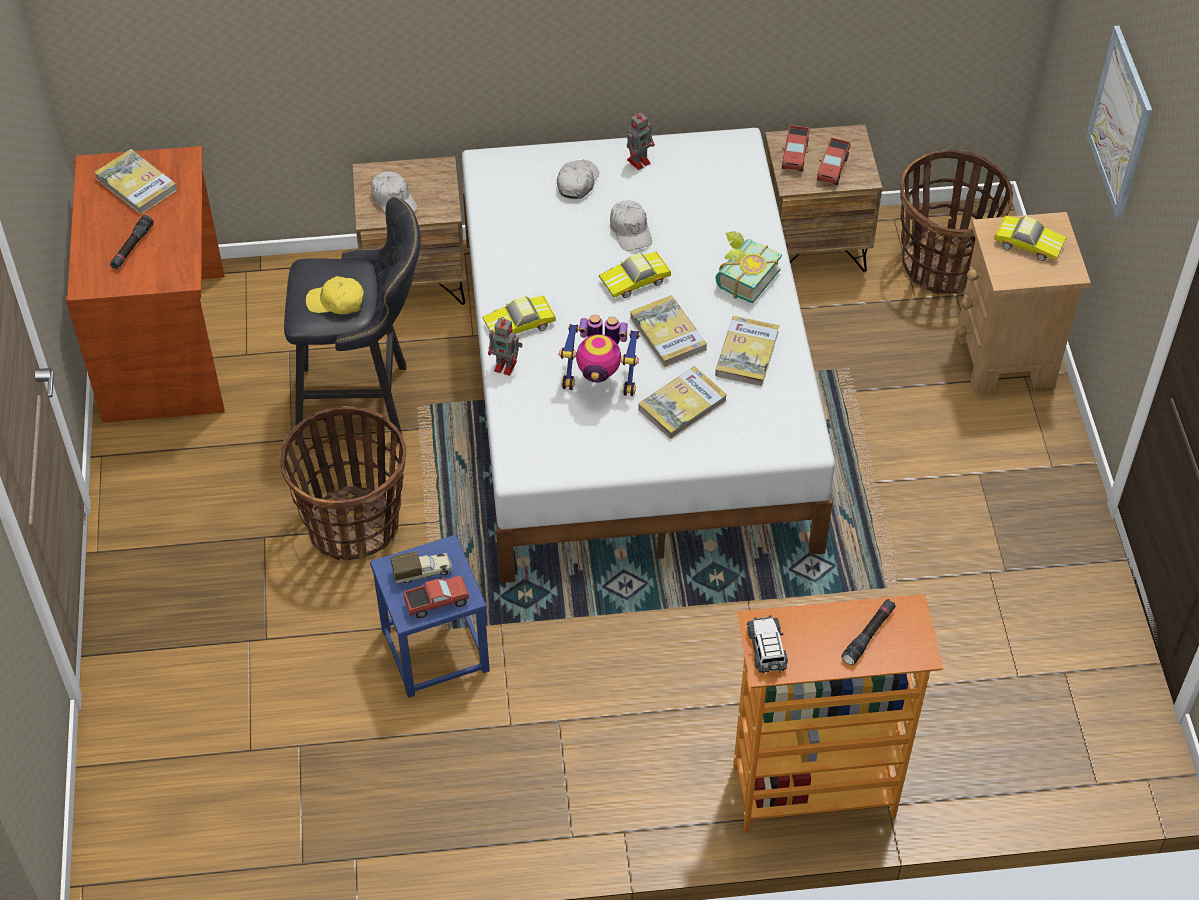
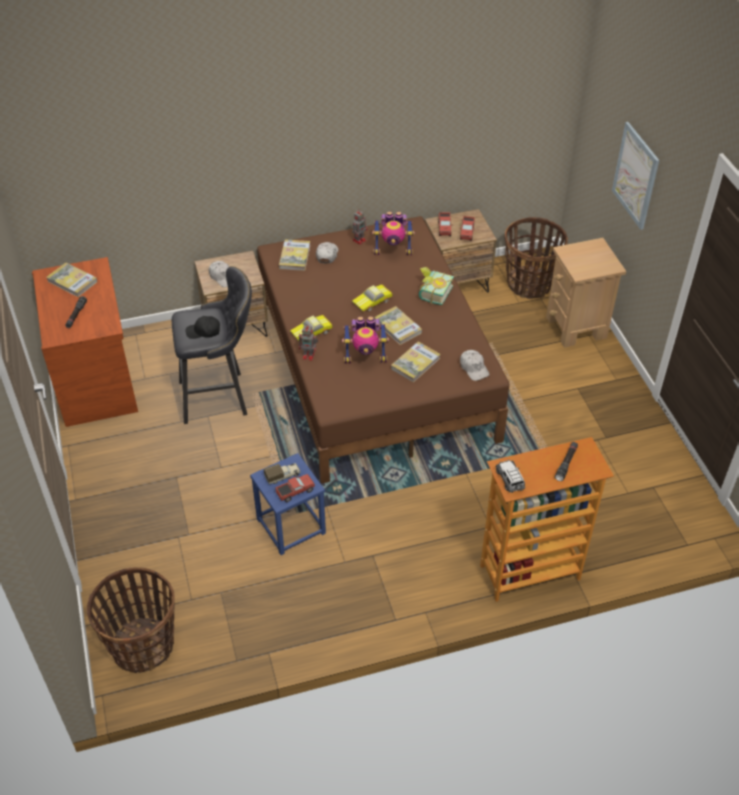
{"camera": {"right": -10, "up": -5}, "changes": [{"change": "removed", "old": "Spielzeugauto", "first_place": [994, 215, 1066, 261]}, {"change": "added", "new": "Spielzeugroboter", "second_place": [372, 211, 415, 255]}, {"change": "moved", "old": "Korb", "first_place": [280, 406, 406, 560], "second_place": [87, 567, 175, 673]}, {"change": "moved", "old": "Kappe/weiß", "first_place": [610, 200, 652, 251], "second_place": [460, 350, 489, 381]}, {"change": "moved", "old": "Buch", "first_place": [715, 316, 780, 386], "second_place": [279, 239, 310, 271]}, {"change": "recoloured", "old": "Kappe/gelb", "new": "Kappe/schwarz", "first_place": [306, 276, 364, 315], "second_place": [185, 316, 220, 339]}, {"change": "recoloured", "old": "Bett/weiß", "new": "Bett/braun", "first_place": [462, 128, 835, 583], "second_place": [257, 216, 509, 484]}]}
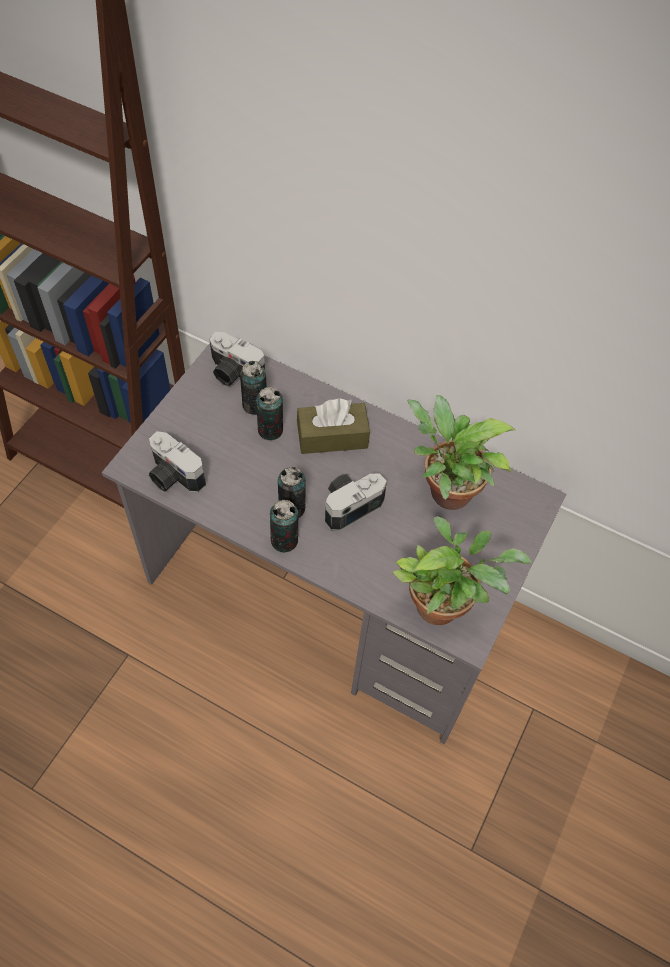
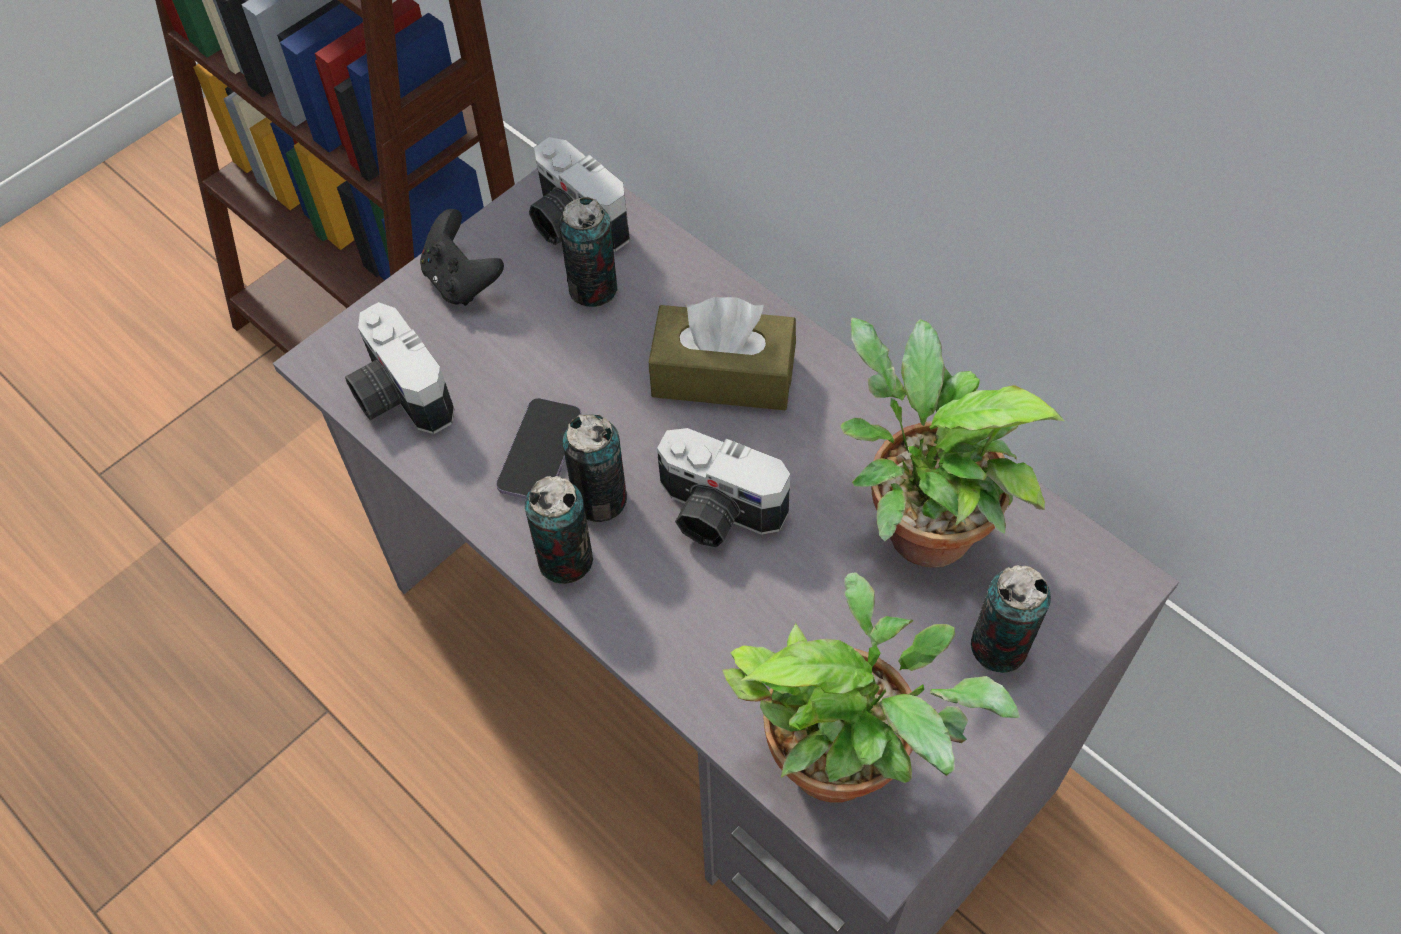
{"camera": {"right": 20, "up": 0}, "changes": [{"change": "added", "new": "Gamepad/schwarz", "second_place": [420, 209, 504, 306]}, {"change": "added", "new": "Handy", "second_place": [496, 398, 582, 499]}, {"change": "moved", "old": "Dose", "first_place": [256, 387, 283, 440], "second_place": [971, 565, 1051, 673]}, {"change": "turned", "old": "Kamera", "first_place": [325, 474, 387, 531], "second_place": [657, 428, 790, 547], "degrees": -135}]}
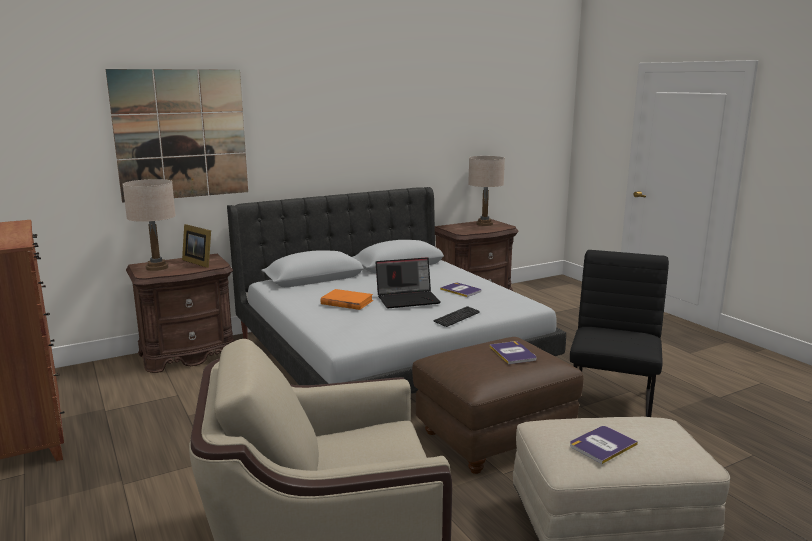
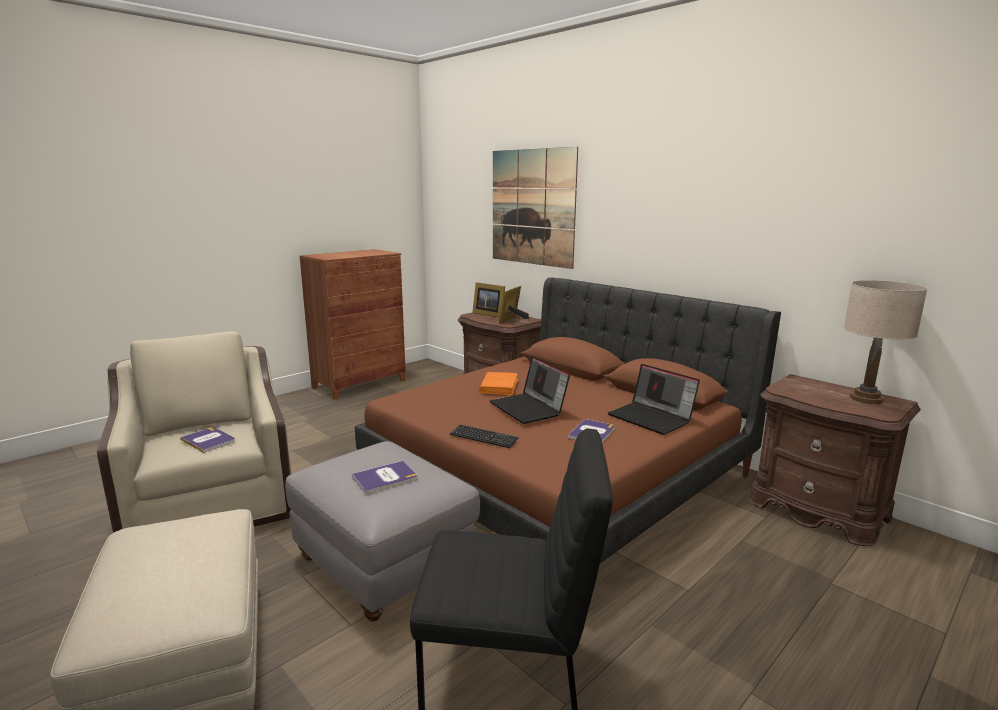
{"camera": {"right": 75, "up": 0}, "changes": [{"change": "added", "new": "Laptop", "second_place": [608, 364, 700, 435]}, {"change": "moved", "old": "Buch", "first_place": [570, 426, 638, 464], "second_place": [180, 427, 235, 453]}, {"change": "replaced", "old": "Tischlampe/beige", "new": "Bilderrahmen", "first_place": [122, 179, 176, 271], "second_place": [472, 282, 505, 318]}, {"change": "recoloured", "old": "Bett/grau", "new": "Bett/braun", "first_place": [227, 187, 566, 394], "second_place": [355, 277, 781, 563]}, {"change": "recoloured", "old": "Polsterhocker/braun", "new": "Polsterhocker/grau", "first_place": [412, 337, 584, 474], "second_place": [285, 441, 480, 621]}]}
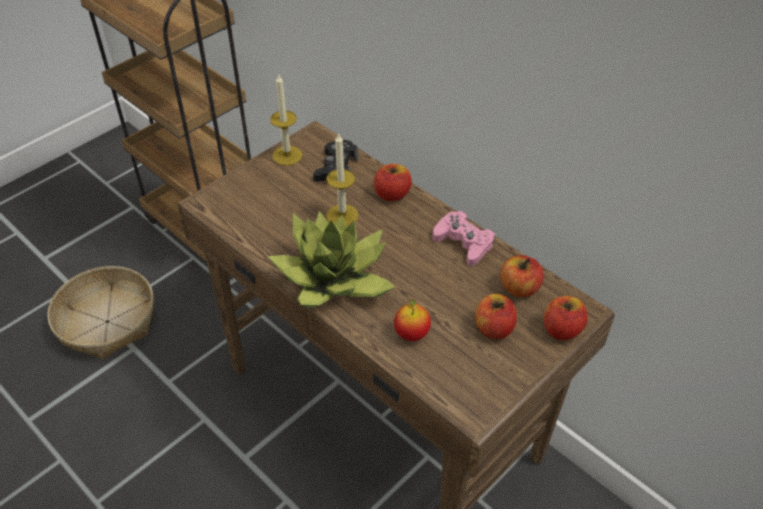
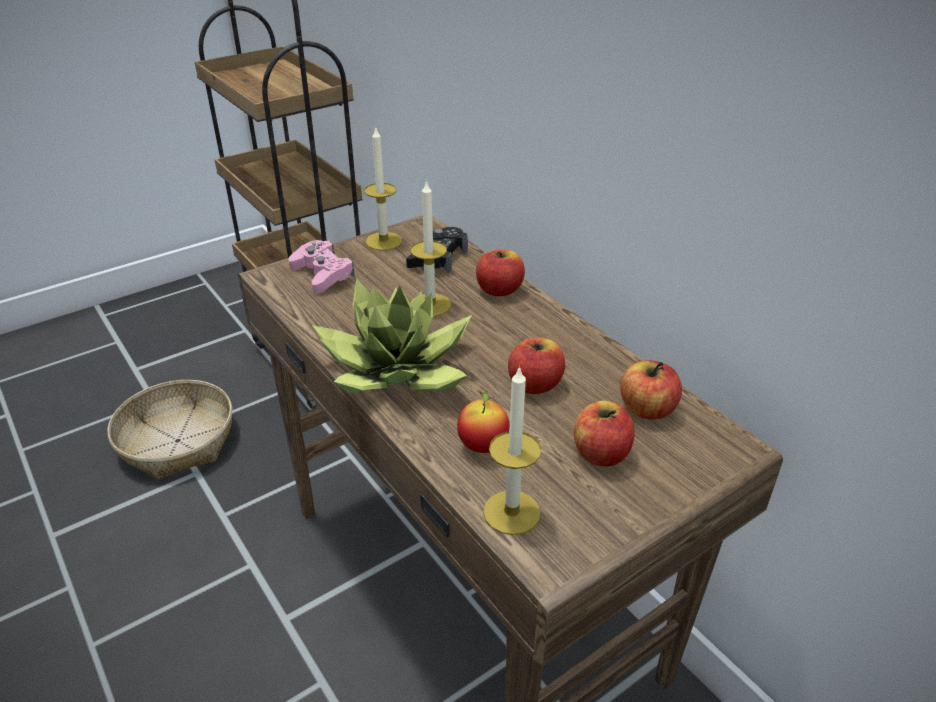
{"camera": {"right": 10, "up": -10}, "changes": [{"change": "added", "new": "Kerze", "second_place": [483, 365, 541, 535]}, {"change": "moved", "old": "Gamepad/rosa", "first_place": [432, 211, 495, 266], "second_place": [289, 240, 355, 294]}, {"change": "moved", "old": "Apfel", "first_place": [544, 296, 588, 340], "second_place": [508, 338, 565, 394]}]}
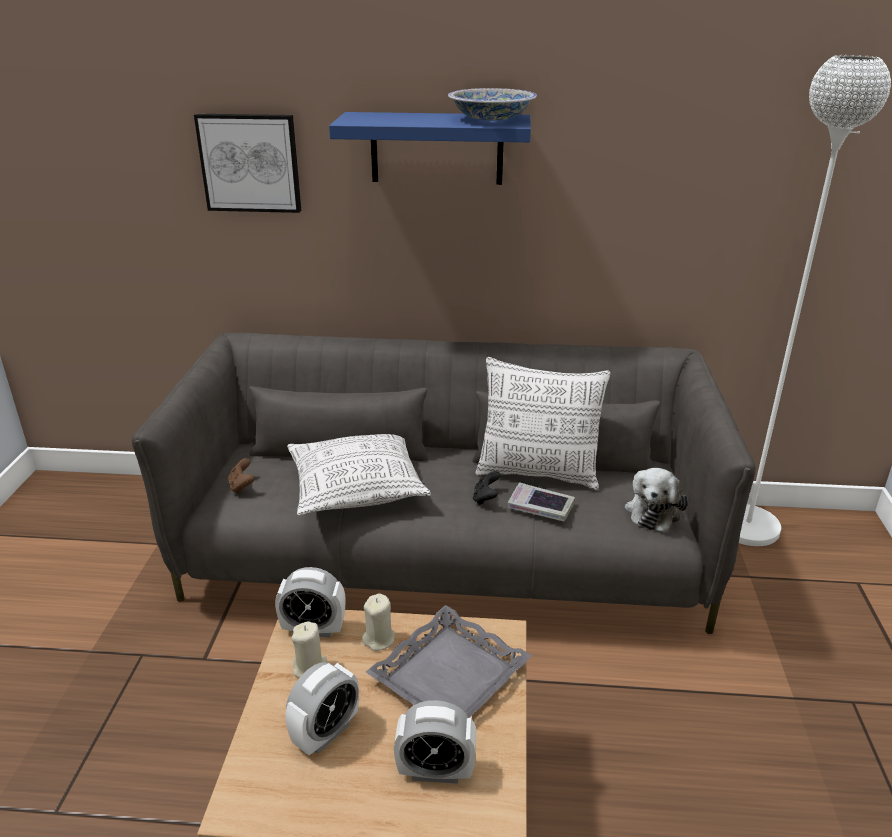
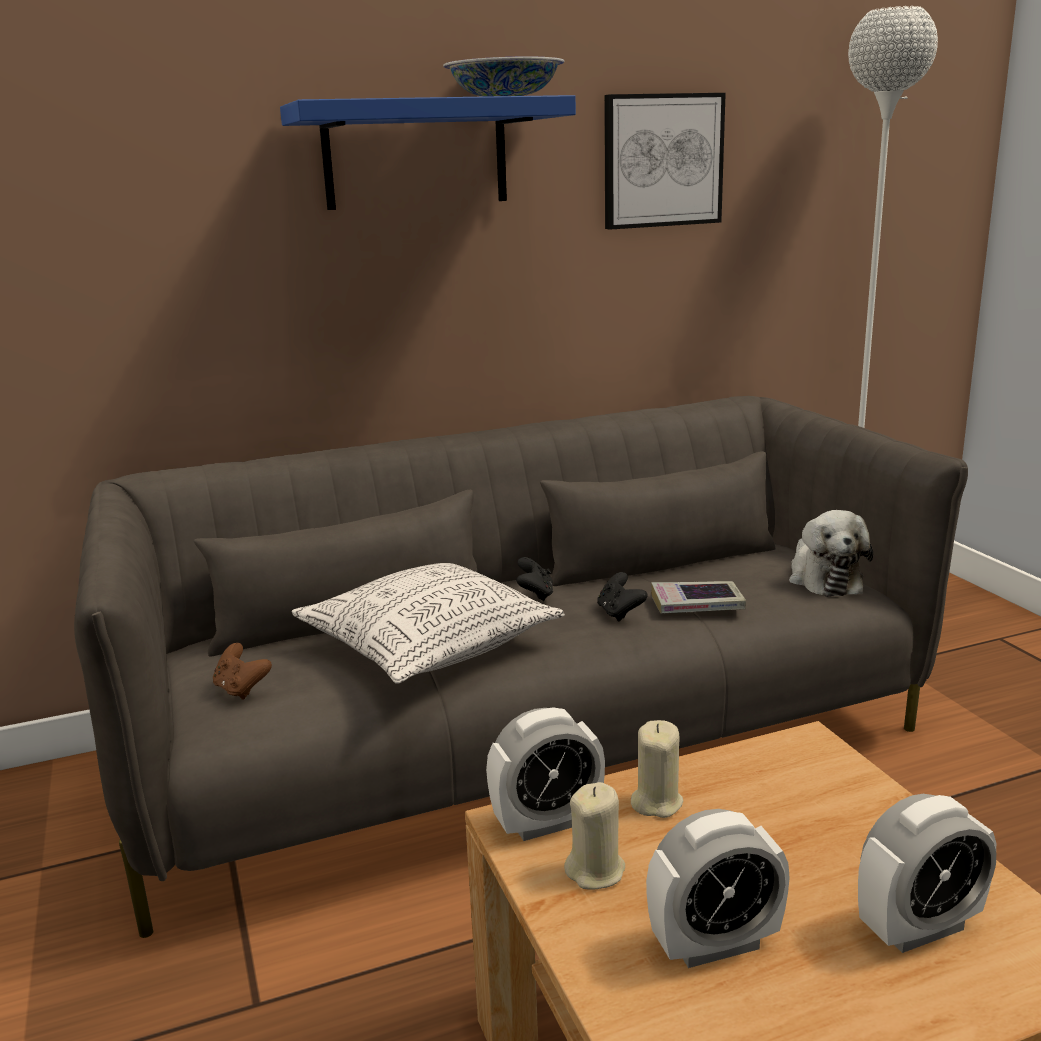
{"camera": {"right": -25, "up": -10}, "changes": [{"change": "removed", "old": "Tablett/grau", "first_place": [366, 605, 532, 718]}, {"change": "removed", "old": "Kissen", "first_place": [476, 357, 611, 490]}, {"change": "added", "new": "Gamepad/schwarz", "second_place": [516, 557, 553, 601]}, {"change": "moved", "old": "Bild", "first_place": [194, 114, 301, 213], "second_place": [604, 93, 726, 230]}, {"change": "turned", "old": "Wecker", "first_place": [286, 662, 359, 756], "second_place": [646, 809, 790, 968], "degrees": 60}]}
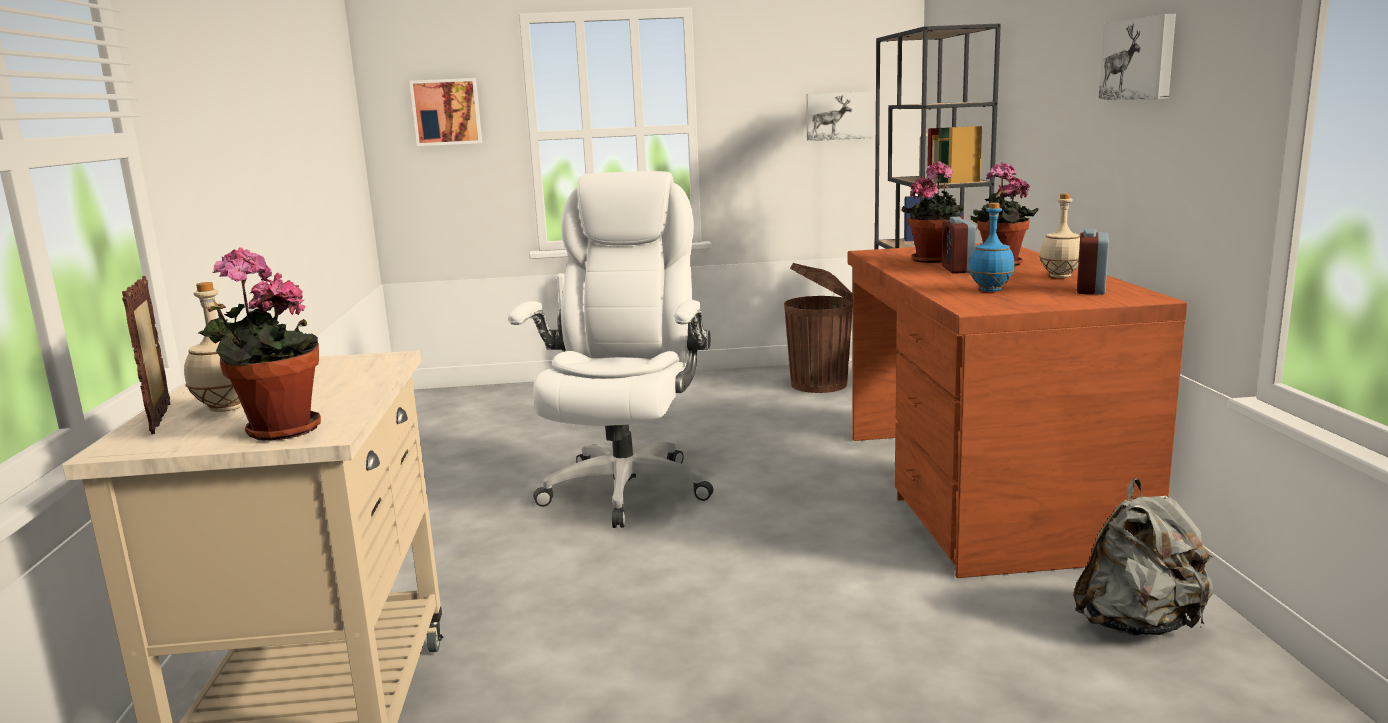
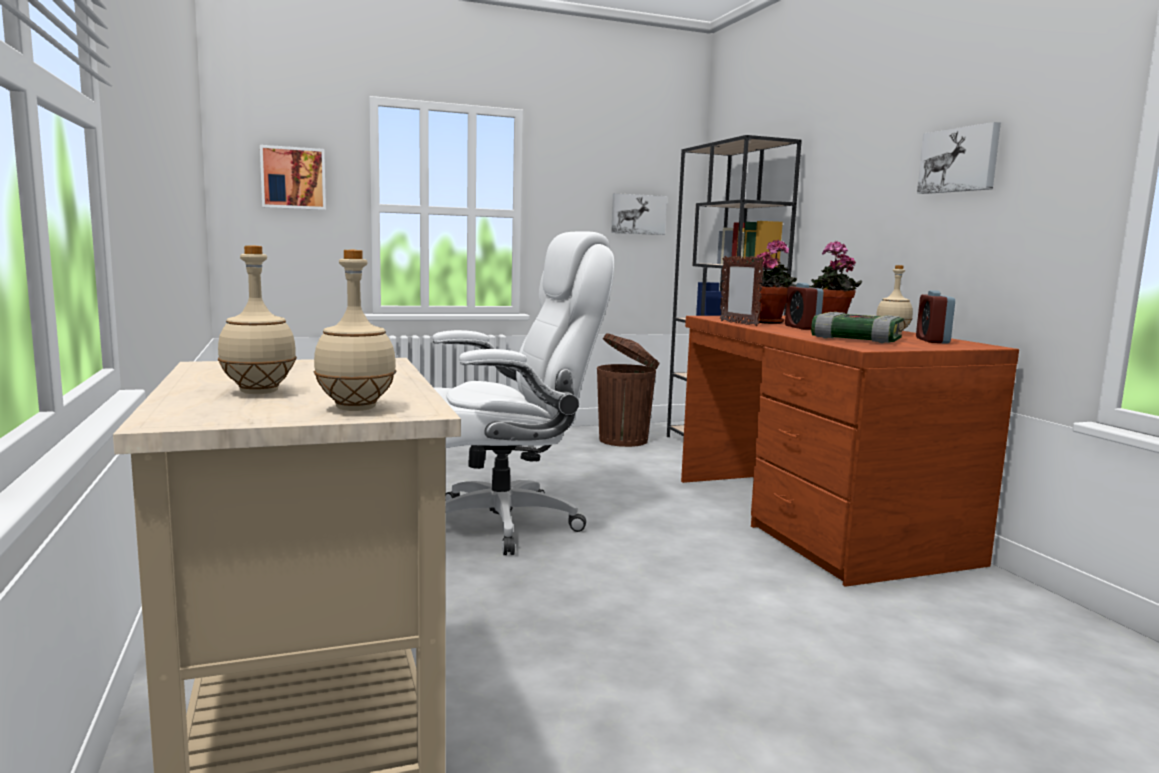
{"camera": {"right": -15, "up": -5}, "changes": [{"change": "removed", "old": "Rucksack/grau", "first_place": [1073, 479, 1214, 636]}, {"change": "moved", "old": "Bilderrahmen", "first_place": [122, 276, 170, 434], "second_place": [720, 256, 764, 326]}, {"change": "replaced", "old": "Topfpflanze", "new": "Flasche/beige", "first_place": [198, 248, 321, 440], "second_place": [314, 250, 397, 411]}, {"change": "replaced", "old": "Flasche/blau", "new": "Buch", "first_place": [969, 203, 1015, 292], "second_place": [811, 312, 903, 343]}, {"change": "turned", "old": "Bürostuhl/weiß", "first_place": [508, 171, 713, 528], "second_place": [432, 231, 614, 555], "degrees": 75}]}
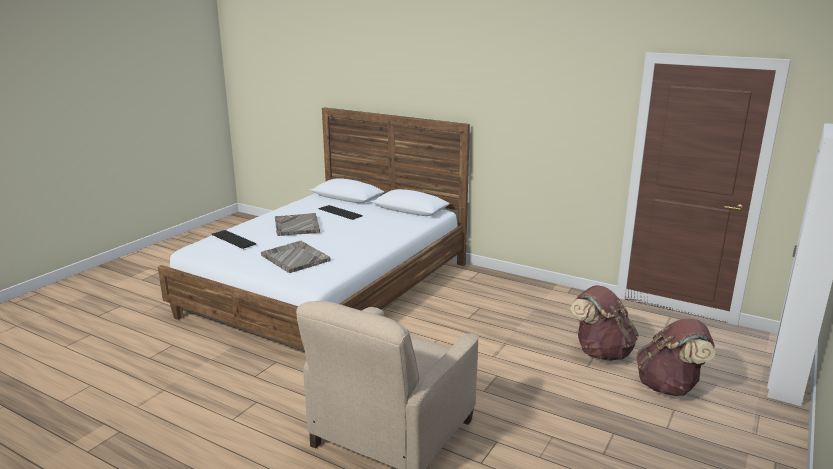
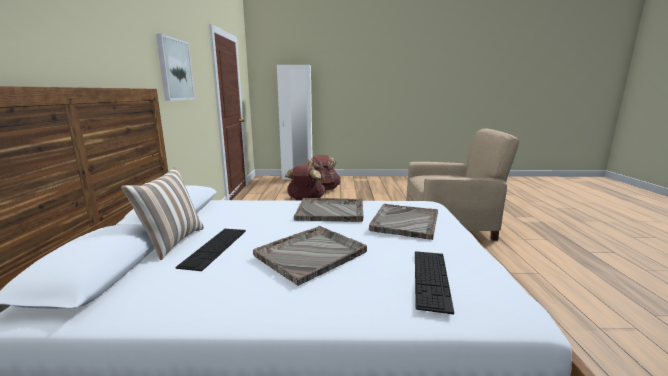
{"camera": {"right": -120, "up": -5}, "changes": [{"change": "added", "new": "Kissen", "second_place": [121, 168, 204, 260]}, {"change": "added", "new": "Bild", "second_place": [156, 33, 195, 101]}, {"change": "added", "new": "Tablett/grau", "second_place": [294, 198, 363, 222]}]}
